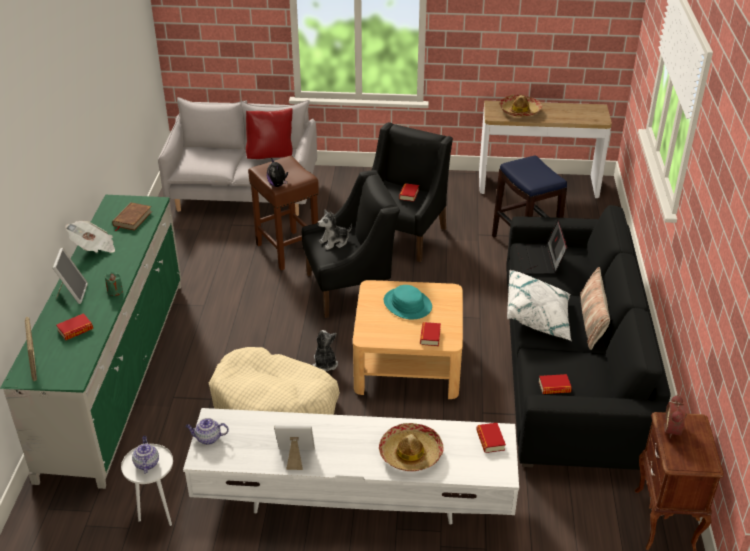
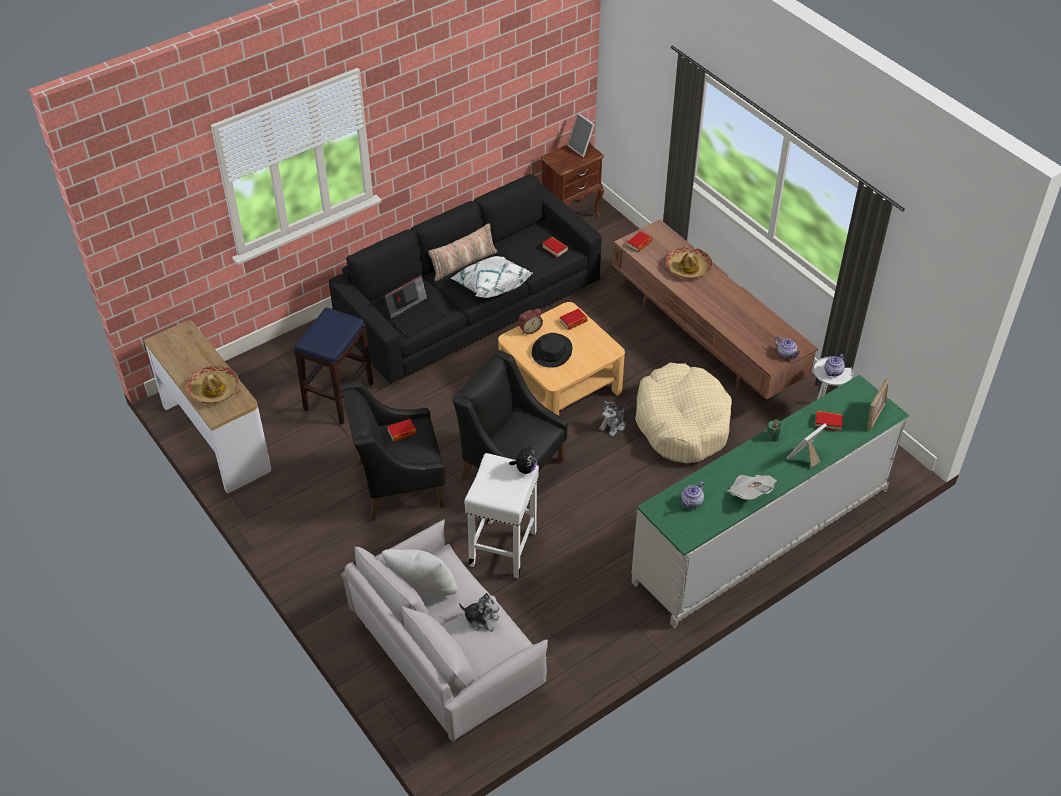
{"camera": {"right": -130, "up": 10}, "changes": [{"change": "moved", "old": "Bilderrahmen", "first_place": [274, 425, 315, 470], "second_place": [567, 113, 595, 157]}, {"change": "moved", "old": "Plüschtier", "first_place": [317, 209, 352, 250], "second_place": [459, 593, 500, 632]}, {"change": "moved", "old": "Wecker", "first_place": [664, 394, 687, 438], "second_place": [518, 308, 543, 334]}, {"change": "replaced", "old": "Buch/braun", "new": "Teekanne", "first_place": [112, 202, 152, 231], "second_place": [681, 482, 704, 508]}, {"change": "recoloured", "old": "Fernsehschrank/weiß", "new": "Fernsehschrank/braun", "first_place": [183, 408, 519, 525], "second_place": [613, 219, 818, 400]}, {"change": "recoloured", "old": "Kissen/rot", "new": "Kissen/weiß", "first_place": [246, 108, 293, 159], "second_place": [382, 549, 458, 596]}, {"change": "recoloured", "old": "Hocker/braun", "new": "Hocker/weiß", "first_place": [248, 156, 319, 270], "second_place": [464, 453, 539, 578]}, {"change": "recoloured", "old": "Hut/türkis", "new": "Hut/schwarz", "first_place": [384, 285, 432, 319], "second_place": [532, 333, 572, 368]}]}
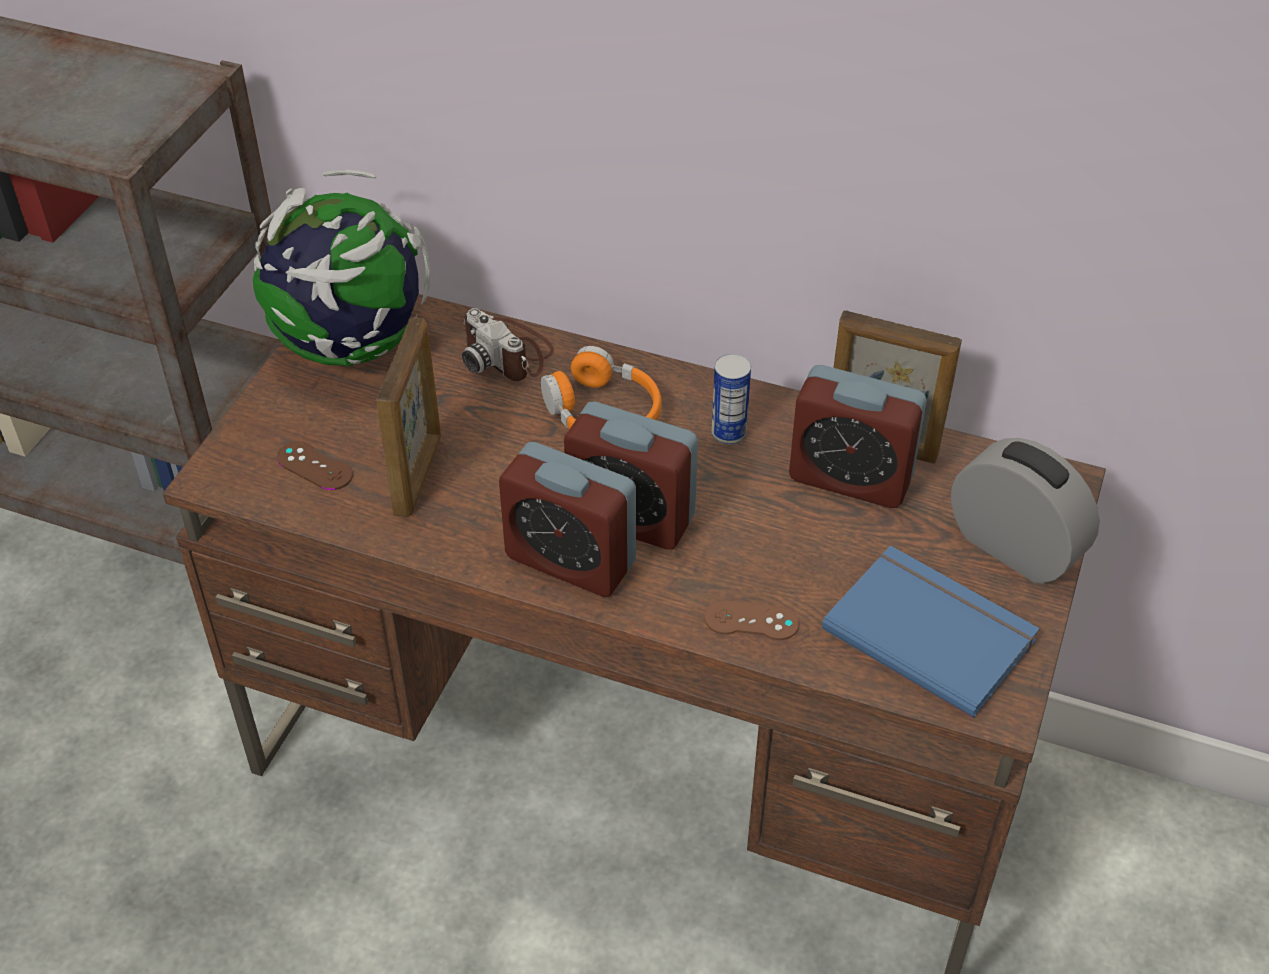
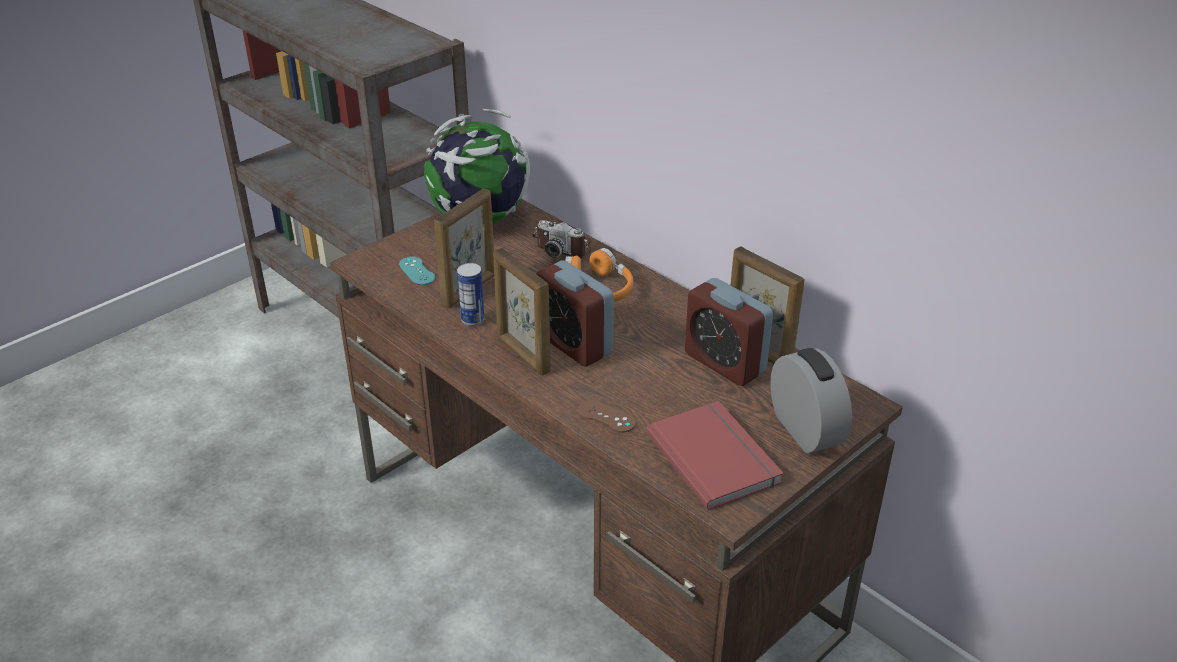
{"camera": {"right": 25, "up": -10}, "changes": [{"change": "moved", "old": "Dose", "first_place": [711, 354, 751, 445], "second_place": [457, 263, 484, 327]}, {"change": "replaced", "old": "Wecker", "new": "Bilderrahmen", "first_place": [499, 442, 636, 597], "second_place": [493, 248, 551, 376]}, {"change": "recoloured", "old": "Gamepad/braun", "new": "Gamepad/türkis", "first_place": [277, 441, 353, 490], "second_place": [399, 256, 435, 285]}, {"change": "recoloured", "old": "Buch/blau", "new": "Buch/rot", "first_place": [822, 545, 1040, 718], "second_place": [646, 401, 784, 510]}, {"change": "turned", "old": "Kamera", "first_place": [462, 308, 554, 381], "second_place": [532, 220, 592, 258], "degrees": -45}]}
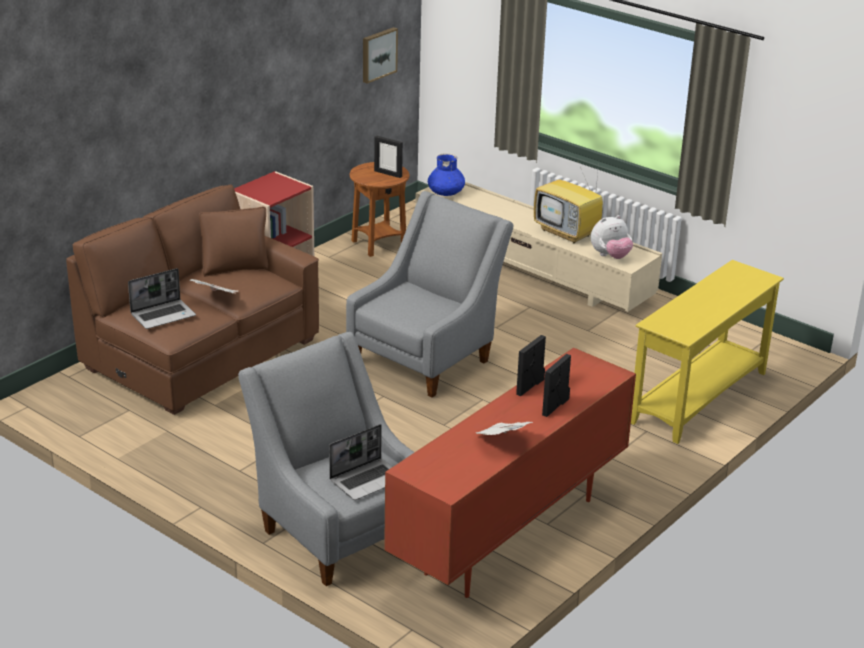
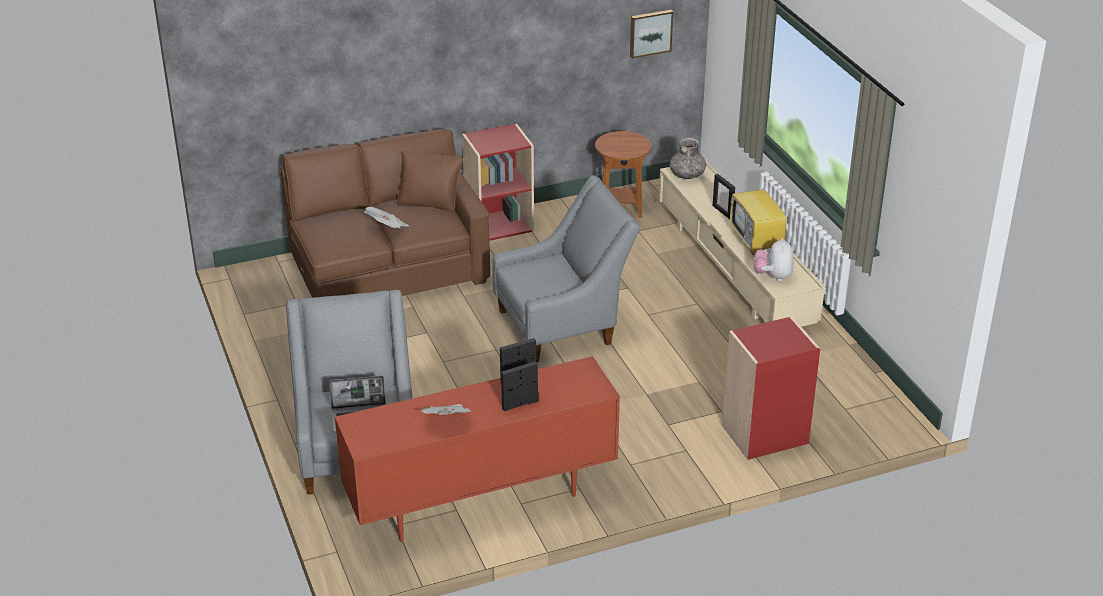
{"camera": {"right": 30, "up": 5}, "changes": [{"change": "removed", "old": "Laptop", "first_place": [128, 268, 196, 329]}, {"change": "moved", "old": "Bilderrahmen", "first_place": [374, 136, 403, 178], "second_place": [713, 174, 735, 219]}, {"change": "replaced", "old": "Konsolentisch/gelb", "new": "Bücherregal/rot", "first_place": [631, 260, 784, 444], "second_place": [722, 316, 820, 460]}, {"change": "recoloured", "old": "Vase/blau", "new": "Vase/grau", "first_place": [428, 153, 465, 196], "second_place": [670, 138, 706, 179]}, {"change": "turned", "old": "Plüschtier", "first_place": [591, 215, 633, 259], "second_place": [754, 238, 794, 281], "degrees": 90}]}
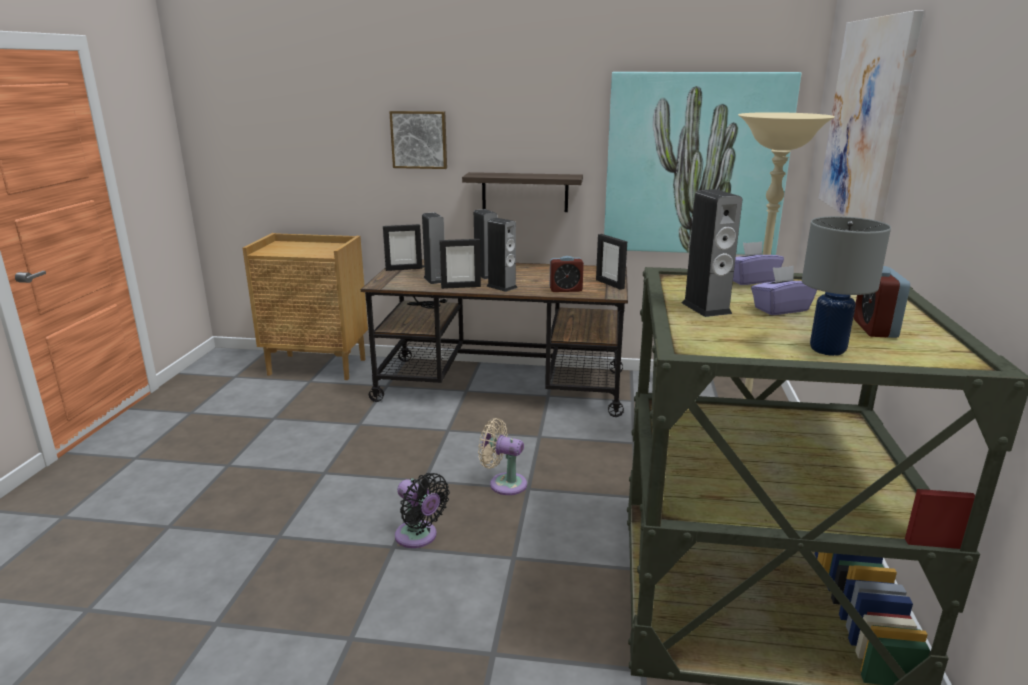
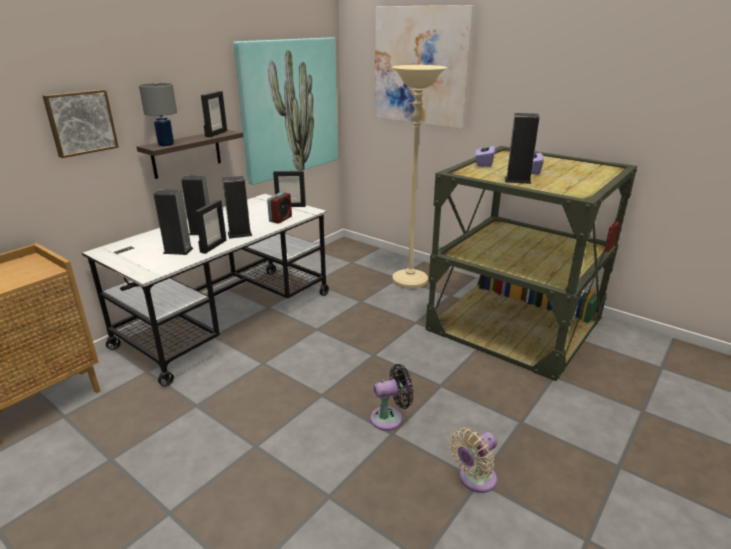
{"camera": {"right": -60, "up": 5}, "changes": [{"change": "removed", "old": "Wecker", "first_place": [853, 266, 910, 338]}, {"change": "moved", "old": "Bilderrahmen", "first_place": [383, 224, 422, 271], "second_place": [201, 91, 227, 137]}, {"change": "moved", "old": "Ventilator/beige", "first_place": [478, 418, 527, 495], "second_place": [450, 428, 497, 493]}, {"change": "moved", "old": "Tischlampe/grau", "first_place": [802, 216, 891, 356], "second_place": [139, 83, 177, 146]}, {"change": "recoloured", "old": "Schreibtisch/braun", "new": "Schreibtisch/weiß", "first_place": [361, 259, 628, 417], "second_place": [82, 194, 329, 387]}]}
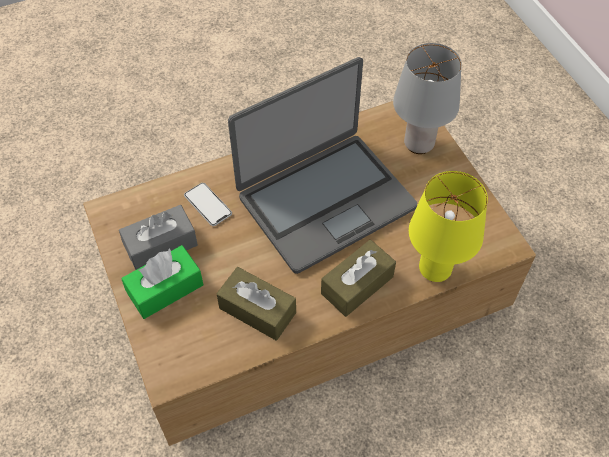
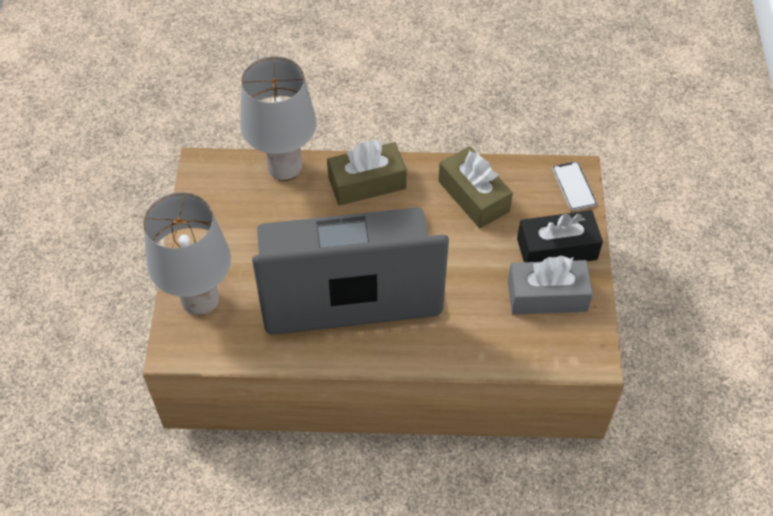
{"camera": {"right": -155, "up": 0}, "changes": [{"change": "moved", "old": "Handy", "first_place": [184, 183, 232, 226], "second_place": [552, 161, 597, 211]}, {"change": "recoloured", "old": "Taschentuchbox/grün", "new": "Taschentuchbox/schwarz", "first_place": [121, 245, 203, 319], "second_place": [517, 210, 603, 262]}, {"change": "recoloured", "old": "Tischlampe/gelb", "new": "Tischlampe/grau", "first_place": [409, 171, 488, 282], "second_place": [240, 56, 317, 181]}]}
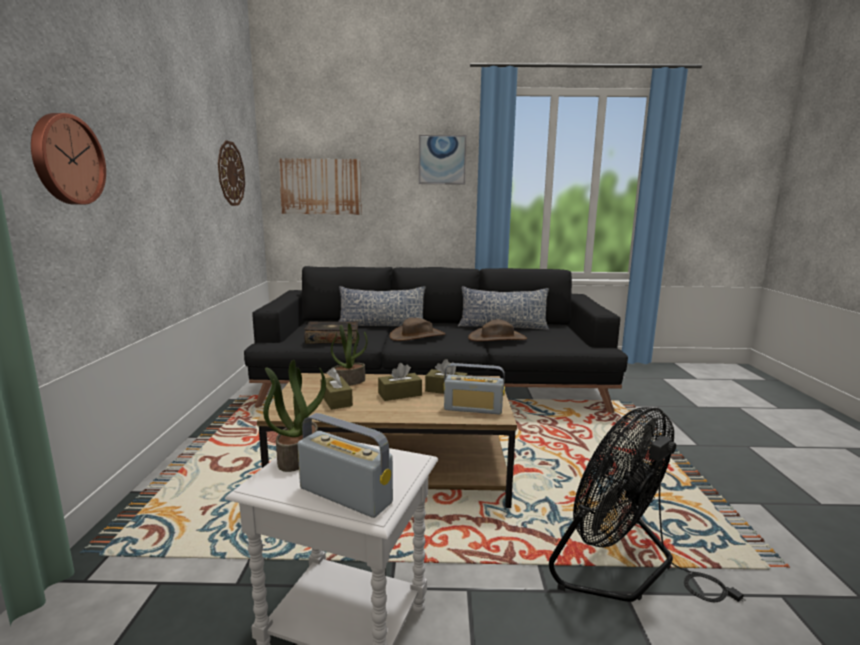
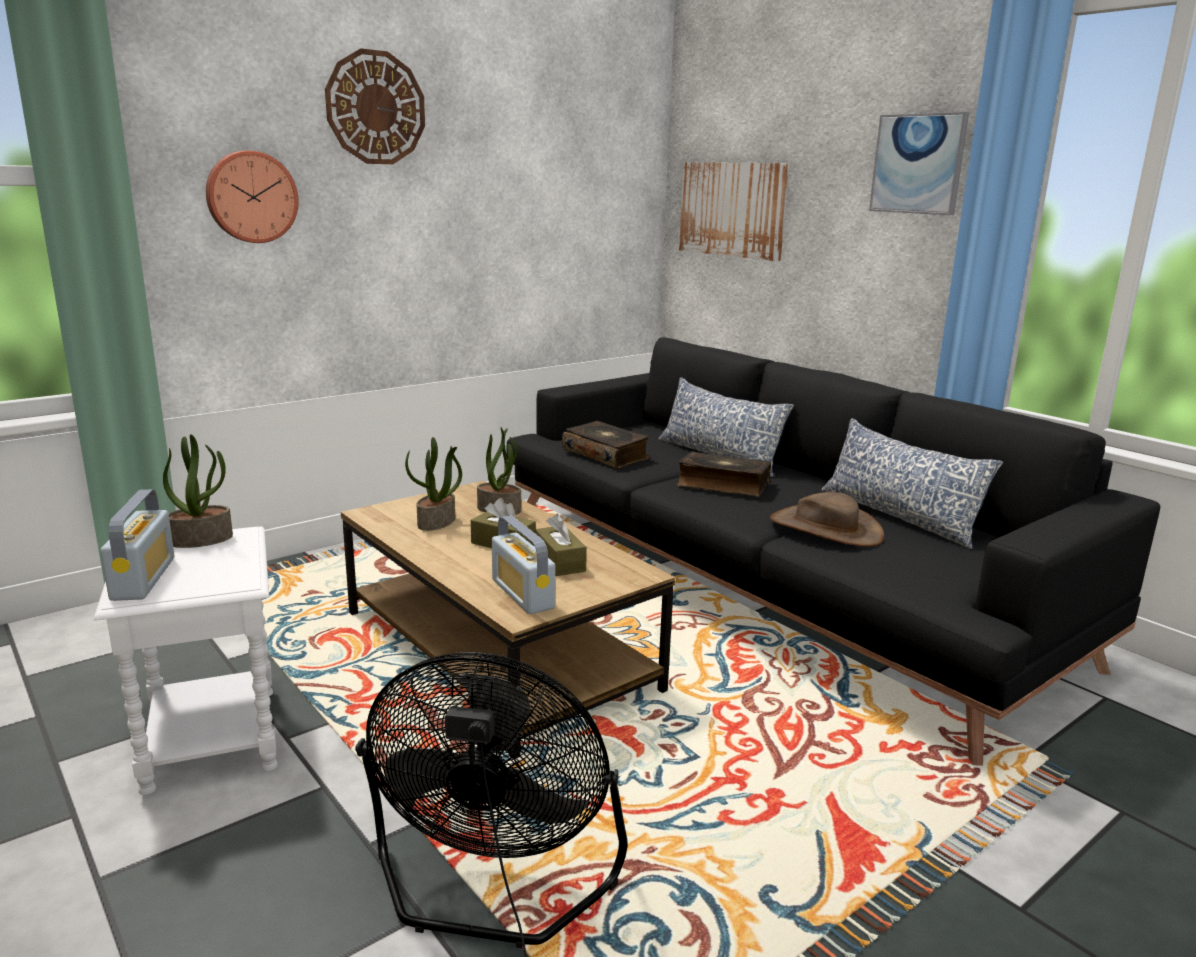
{"camera": {"right": 50, "up": 5}, "changes": [{"change": "moved", "old": "Wanduhr", "first_place": [218, 140, 245, 206], "second_place": [325, 49, 425, 164]}, {"change": "replaced", "old": "Taschentuchbox/braun", "new": "Topfpflanze", "first_place": [320, 367, 353, 410], "second_place": [405, 437, 462, 531]}, {"change": "replaced", "old": "Hut/braun", "new": "Buch", "first_place": [389, 318, 445, 341], "second_place": [677, 451, 771, 497]}]}
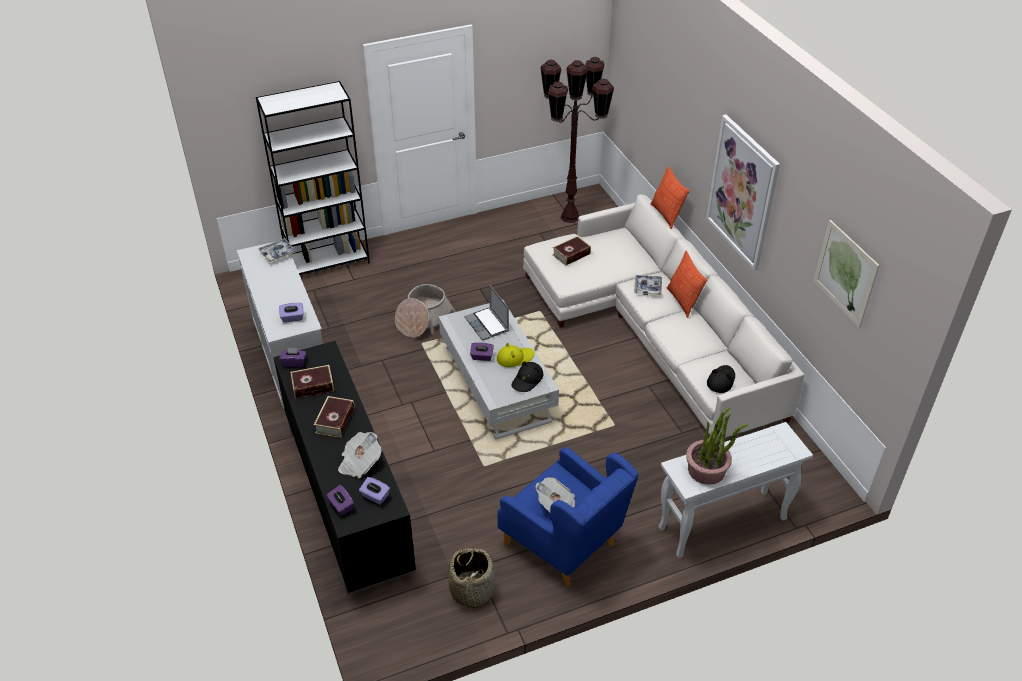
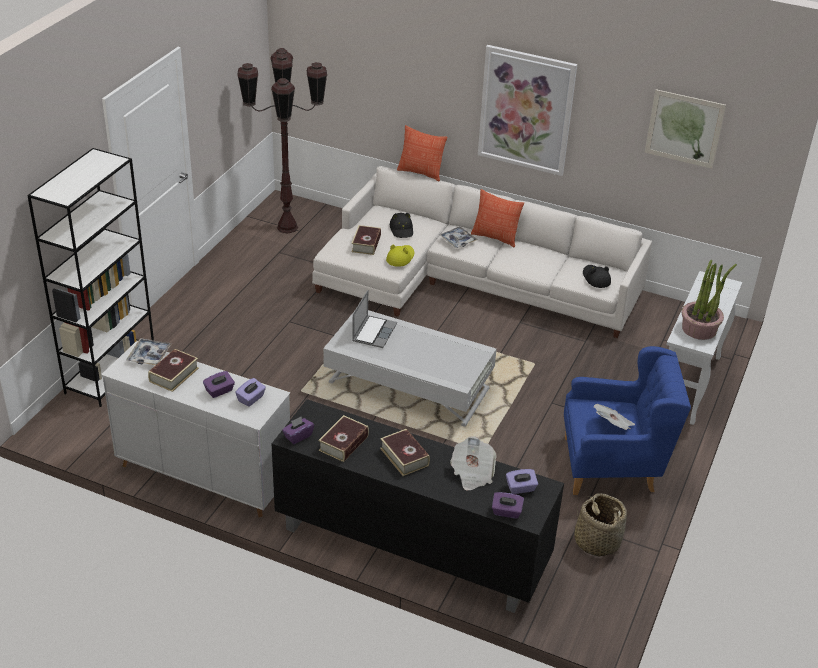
{"camera": {"right": -45, "up": -5}, "changes": [{"change": "removed", "old": "Korb", "first_place": [395, 284, 456, 338]}, {"change": "added", "new": "Buch", "second_place": [148, 349, 199, 392]}, {"change": "moved", "old": "Taschentuchbox/lila", "first_place": [470, 343, 494, 361], "second_place": [203, 371, 235, 398]}, {"change": "moved", "old": "Hut/gelb", "first_place": [497, 343, 535, 367], "second_place": [386, 245, 414, 267]}, {"change": "moved", "old": "Hut/schwarz", "first_place": [512, 362, 543, 392], "second_place": [390, 213, 413, 238]}, {"change": "turned", "old": "Laptop", "first_place": [464, 285, 509, 341], "second_place": [352, 290, 397, 348], "degrees": -90}]}
